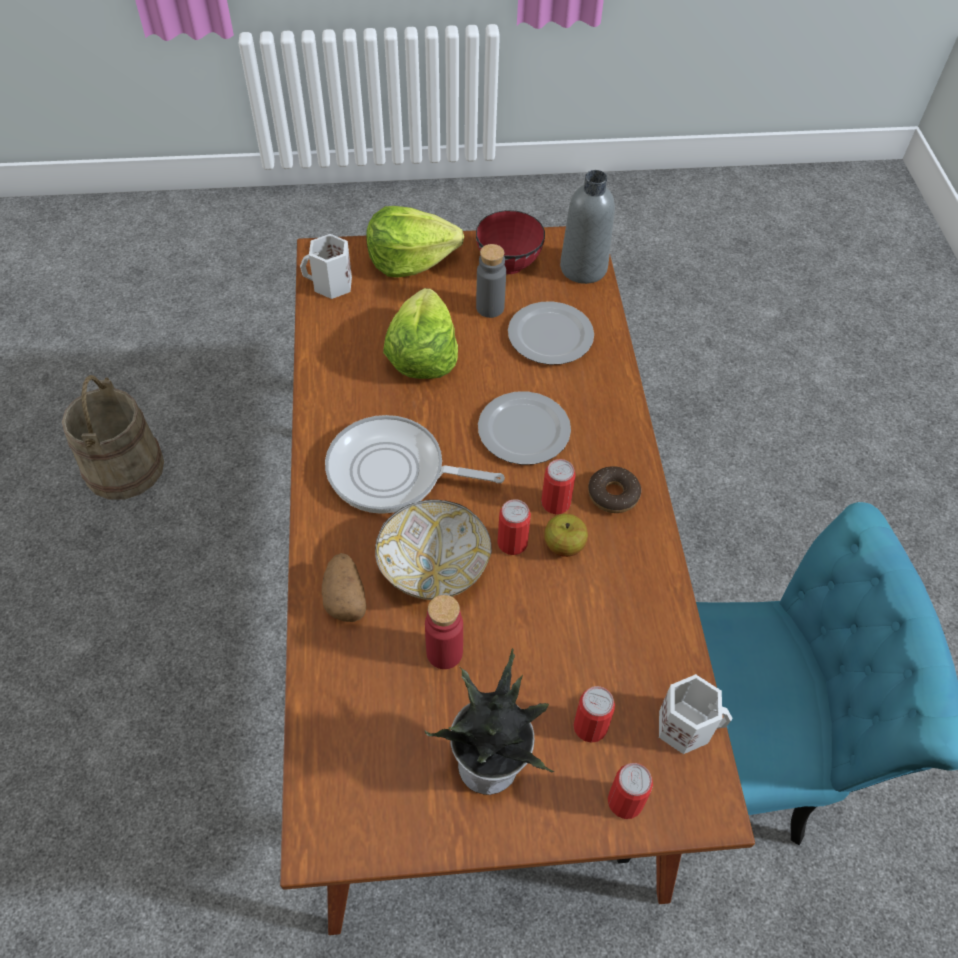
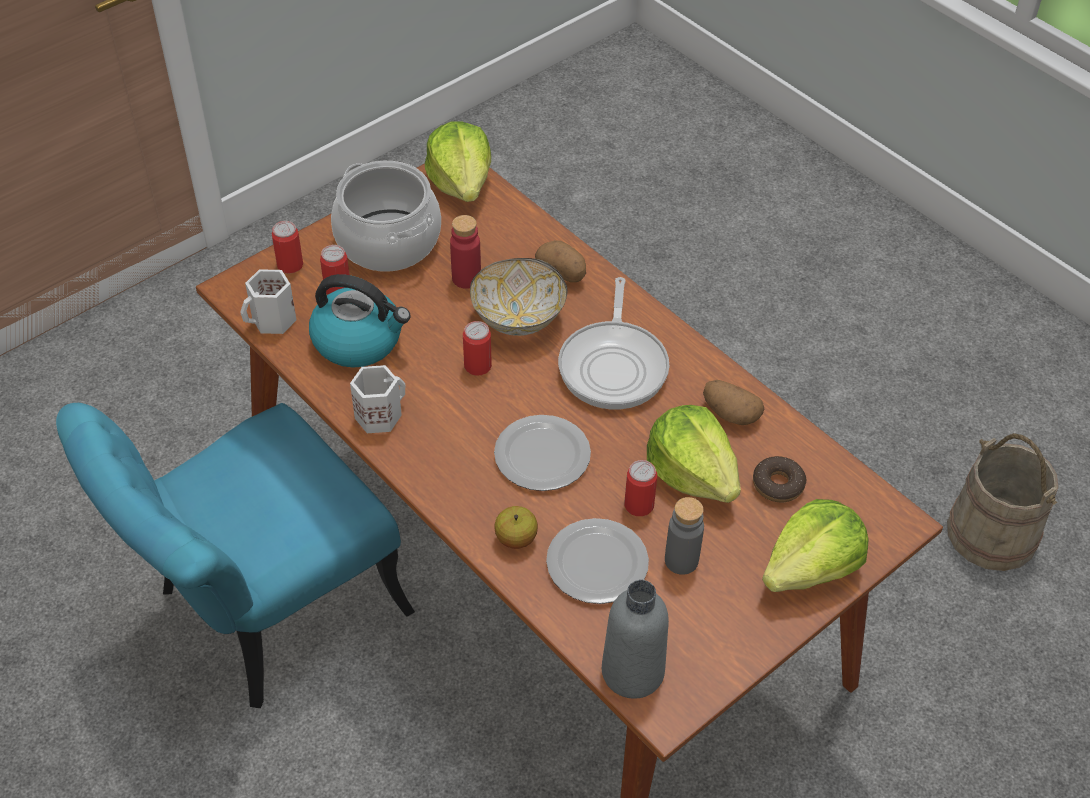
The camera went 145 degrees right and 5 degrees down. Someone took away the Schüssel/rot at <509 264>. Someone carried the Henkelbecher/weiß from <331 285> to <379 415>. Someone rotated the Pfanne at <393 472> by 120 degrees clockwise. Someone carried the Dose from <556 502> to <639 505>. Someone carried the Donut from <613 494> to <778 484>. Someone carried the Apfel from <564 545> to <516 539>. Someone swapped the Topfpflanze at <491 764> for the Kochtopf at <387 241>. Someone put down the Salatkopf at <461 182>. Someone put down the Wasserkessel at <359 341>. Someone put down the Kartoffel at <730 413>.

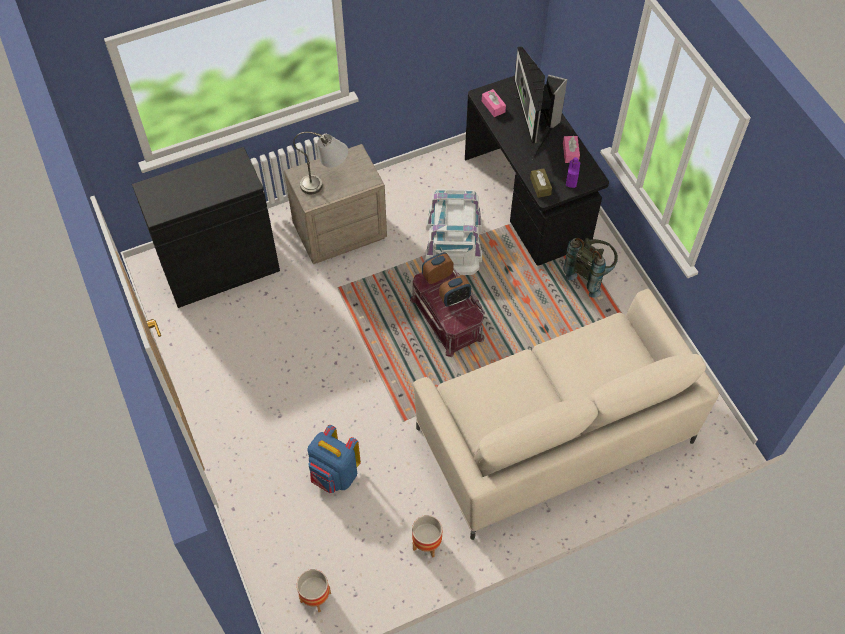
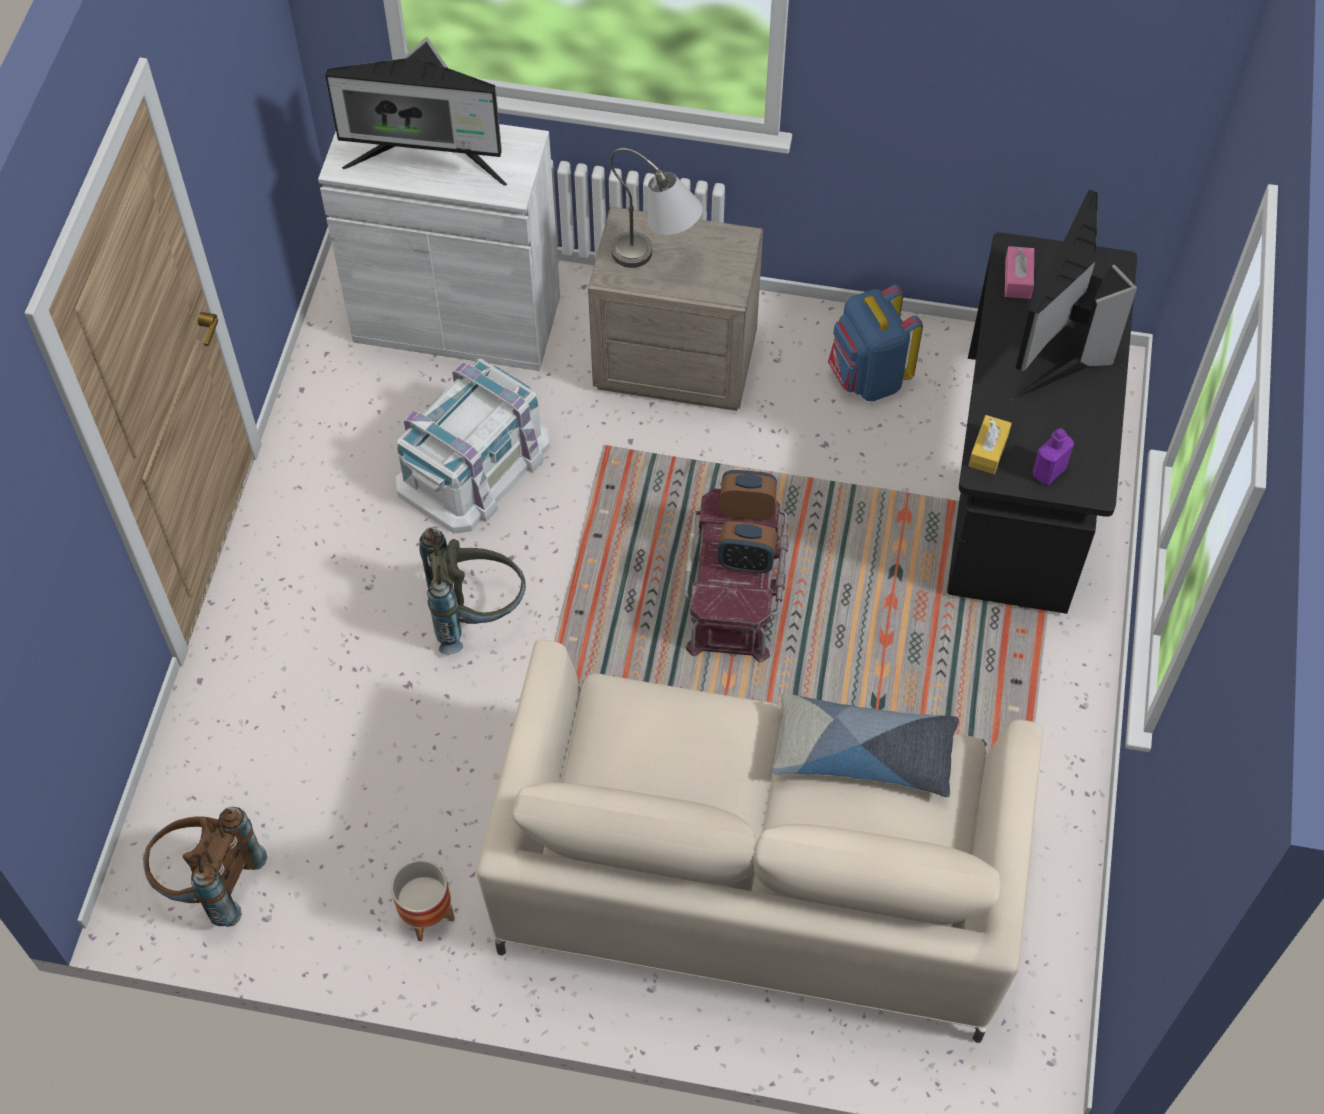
The camera went 35 degrees right and 0 degrees up. Someone took away the Taschentuchbox/rosa at <570 153>. Someone repainted the Schrank/schwarz at <221 269>, which became the Schrank/weiß at <457 319>. Someone repainted the Taschentuchbox/braun at <540 186>, which became the Taschentuchbox/gelb at <988 451>. Someone carried the Aufbewahrungsbox/weiß from <453 242> to <473 464>. Someone carried the Rucksack/grau from <590 274> to <476 614>. Someone carried the Rucksack/blau from <334 475> to <867 378>. Someone swapped the Pflanzkübel at <316 597> for the Rucksack/braun at <209 884>. Someone put down the Monitor at <429 160>. Someone put down the Kissen at <863 754>.

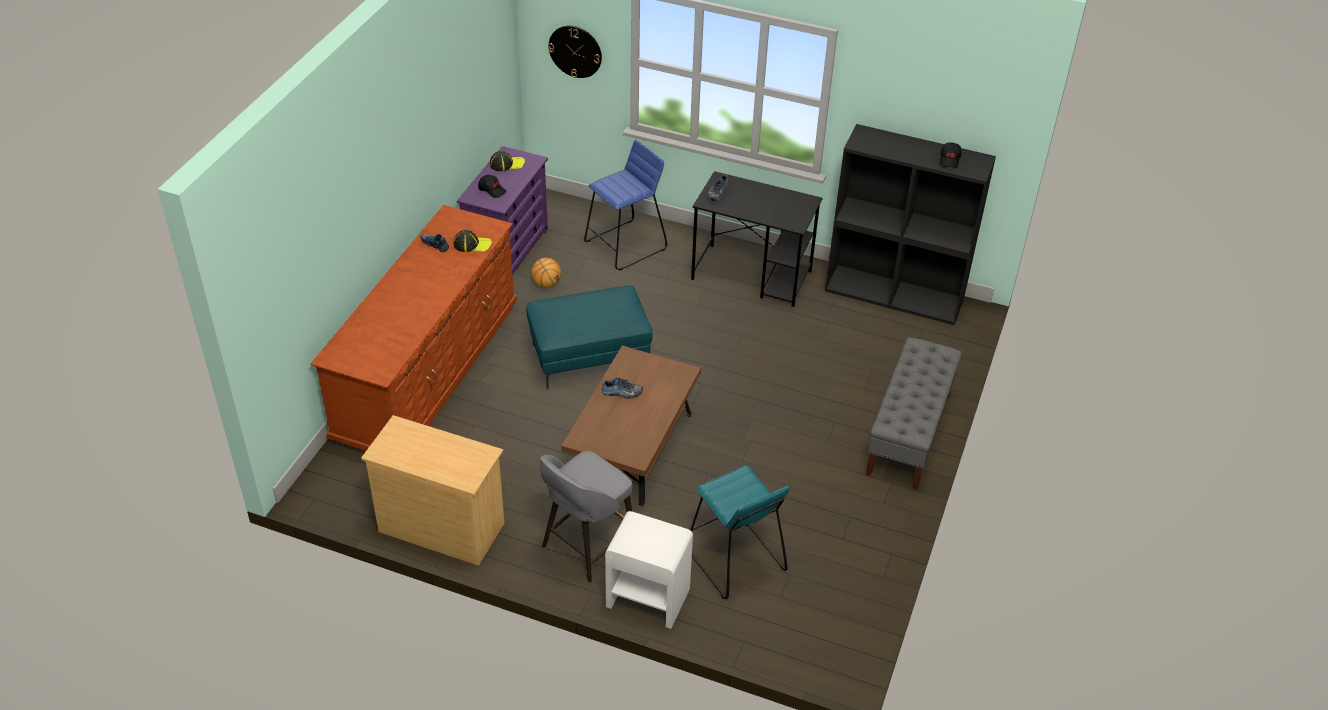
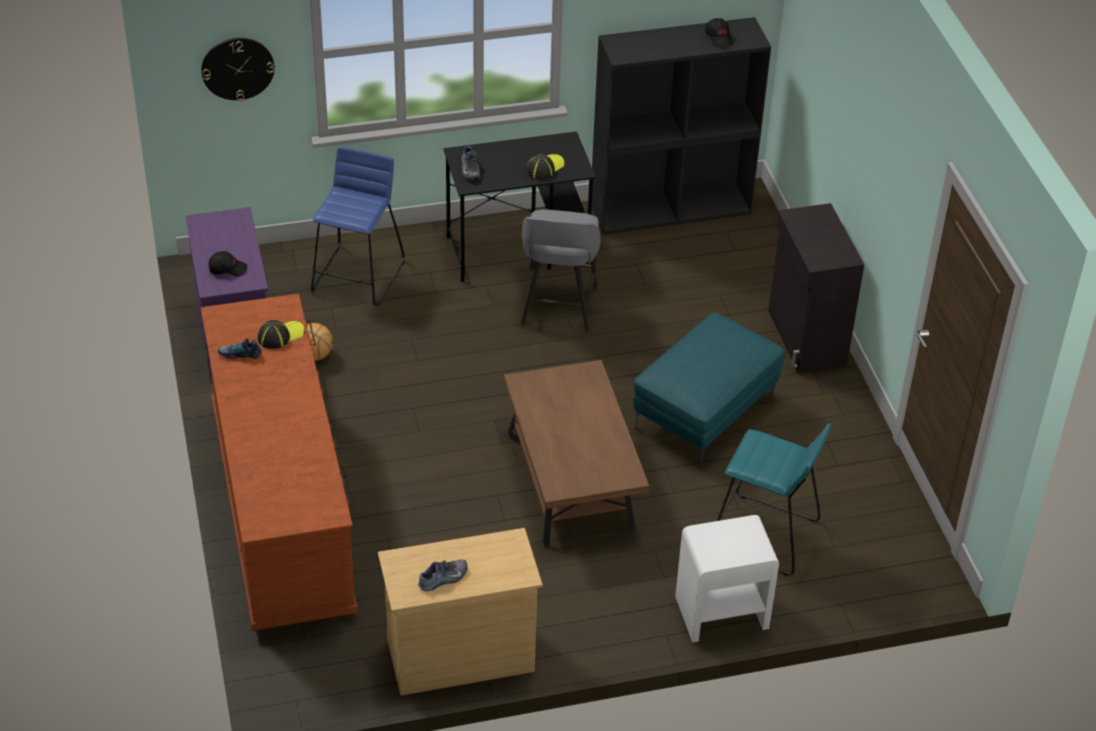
The camera went 35 degrees left and 0 degrees up. Someone carried the Kappe from <506 164> to <544 168>. Someone carried the Polsterhocker/türkis from <589 358> to <705 414>. Someone swapped the Bank/grau at <909 434> for the Schrank/schwarz at <805 338>. Someone carried the Schuh from <622 393> to <444 579>. Someone carried the Hocker/grau from <587 546> to <558 308>.

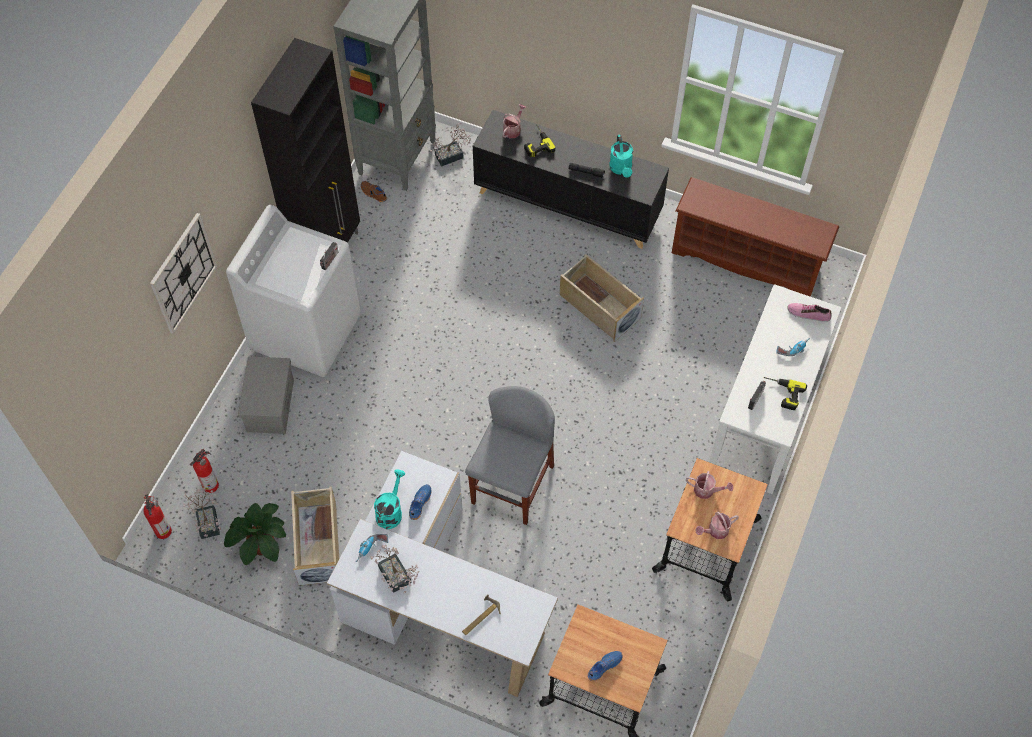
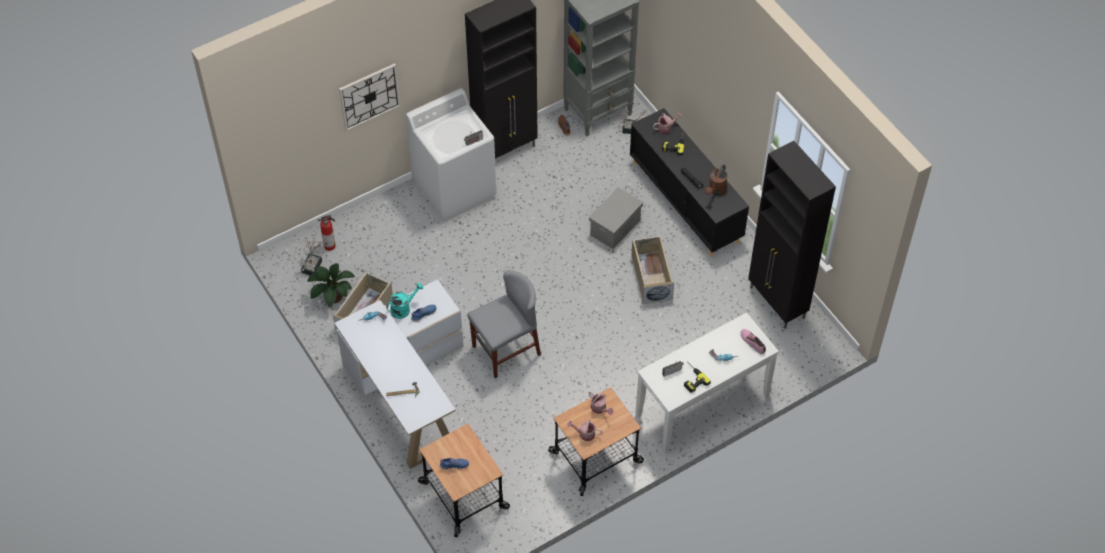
The camera went 35 degrees right and 5 degrees down. Someone repainted the Gießkanne/türkis at <621 169>, which became the Gießkanne/braun at <716 190>. Someone swapped the Schuhregal/braun at <747 259> for the Schrank/schwarz at <777 303>. Someone carried the Aufbewahrungsbox/grau from <270 404> to <615 227>. Someone took away the Feuerlöscher at <163 530>. Someone took away the Topfpflanze at <396 579>.

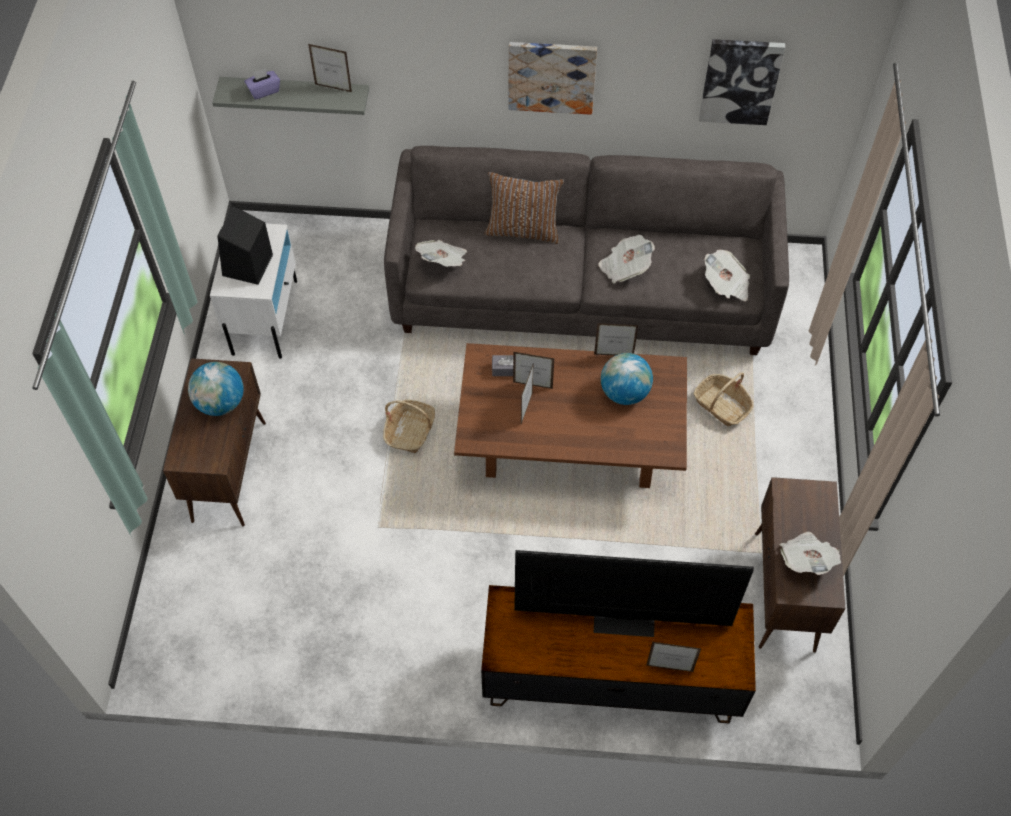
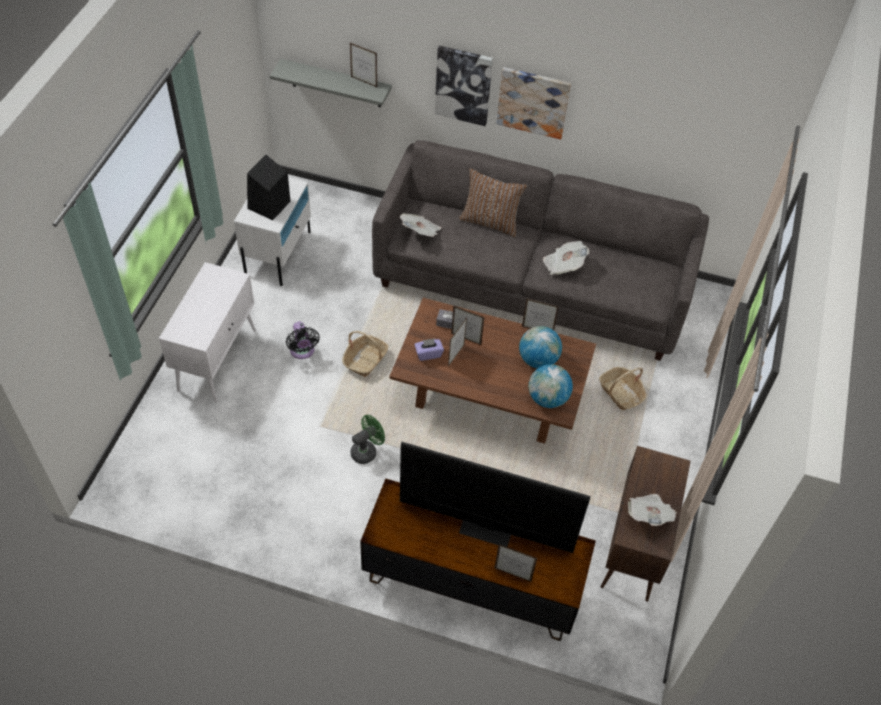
The camera went 10 degrees right and 5 degrees down. Someone carried the Bild from <740 81> to <463 85>. Someone carried the Taschentuchbox/lila from <264 91> to <428 354>. Someone took away the Zeitung at <726 285>. Someone repainted the Schrank/braun at <229 470>, which became the Schrank/weiß at <217 359>. Someone carried the Globus from <221 403> to <547 398>. Someone put down the Ventilator/schwarz at <302 351>. Someone put down the Ventilator/grün at <367 451>.

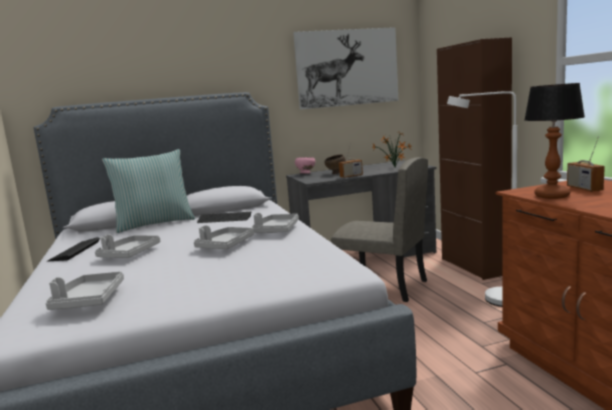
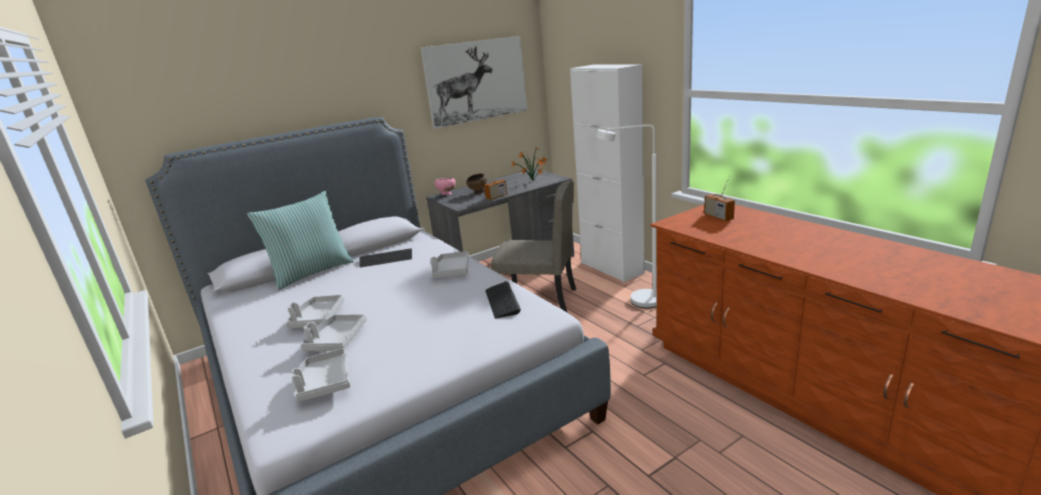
The camera went 15 degrees left and 10 degrees up. Someone repainted the Schrank/braun at <474 266>, which became the Schrank/weiß at <612 268>. Someone took away the Tischlampe at <552 196>. Someone carried the Tablett/grau from <225 245> to <336 340>. Someone carried the Tastatur from <74 251> to <502 301>.

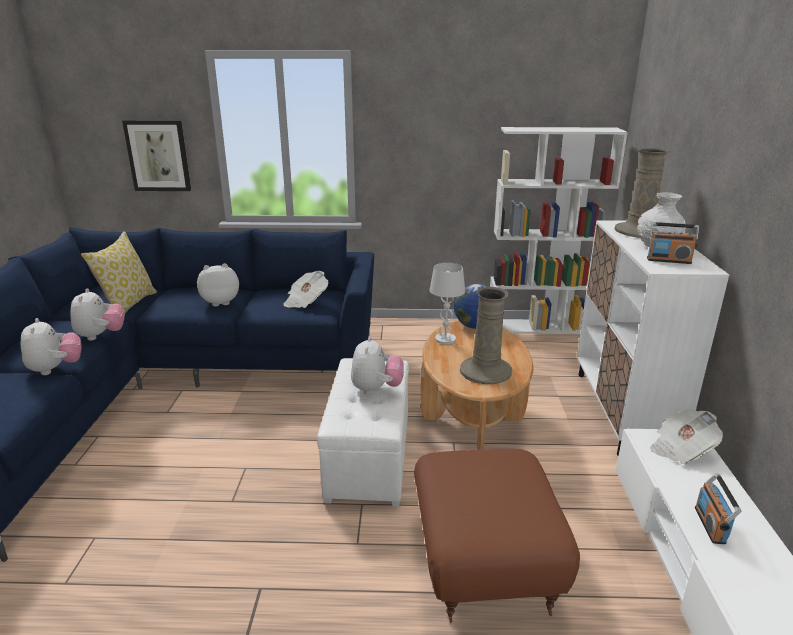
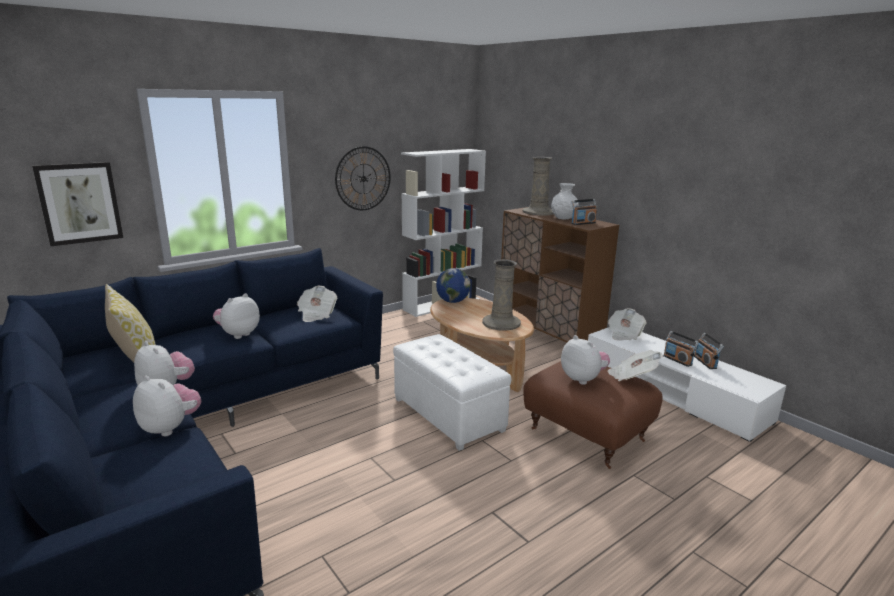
The camera went 40 degrees left and 5 degrees down. Someone repainted the Schrank/weiß at <623 412>, which became the Schrank/braun at <548 336>. Someone took away the Tischlampe/weiß at <445 339>. Someone carried the Plüschtier from <376 389> to <583 379>. Someone put up the Wanduhr at <363 178>. Someone put down the Radio at <705 362>. Someone put down the Zeitung at <632 377>.

